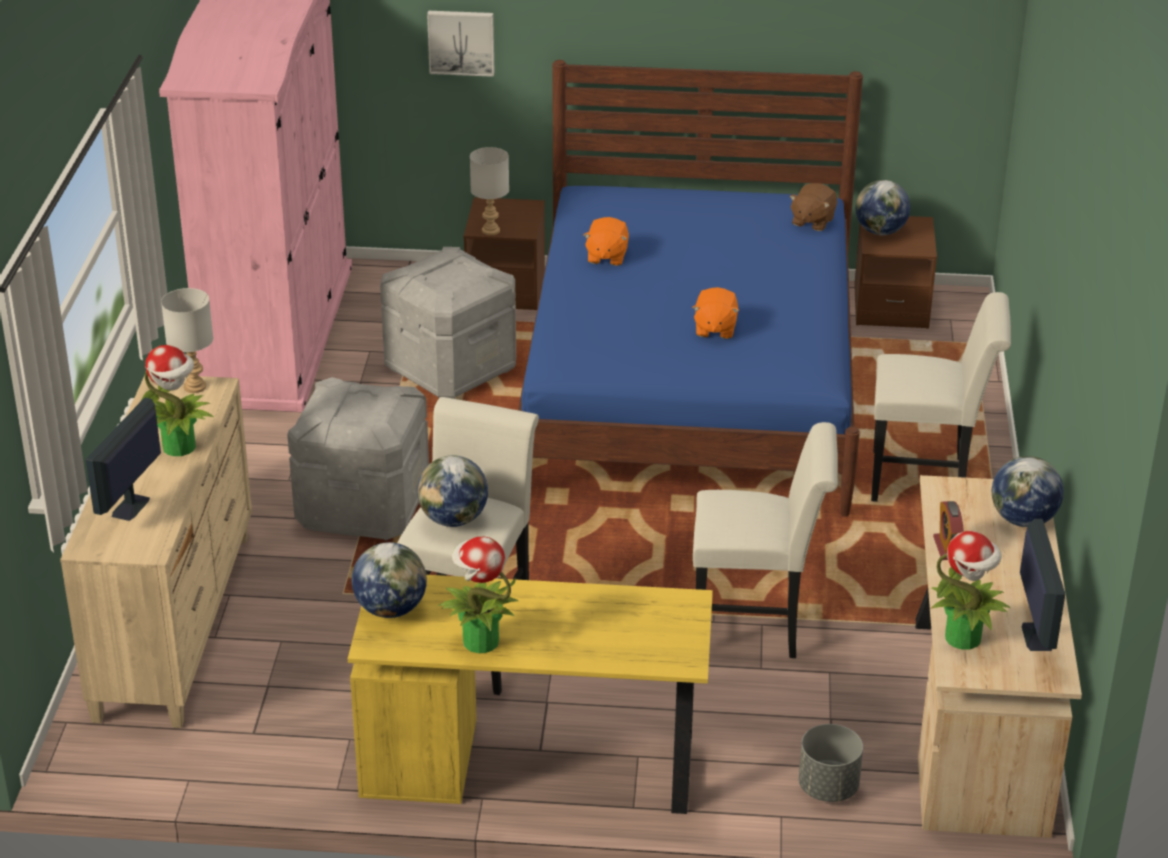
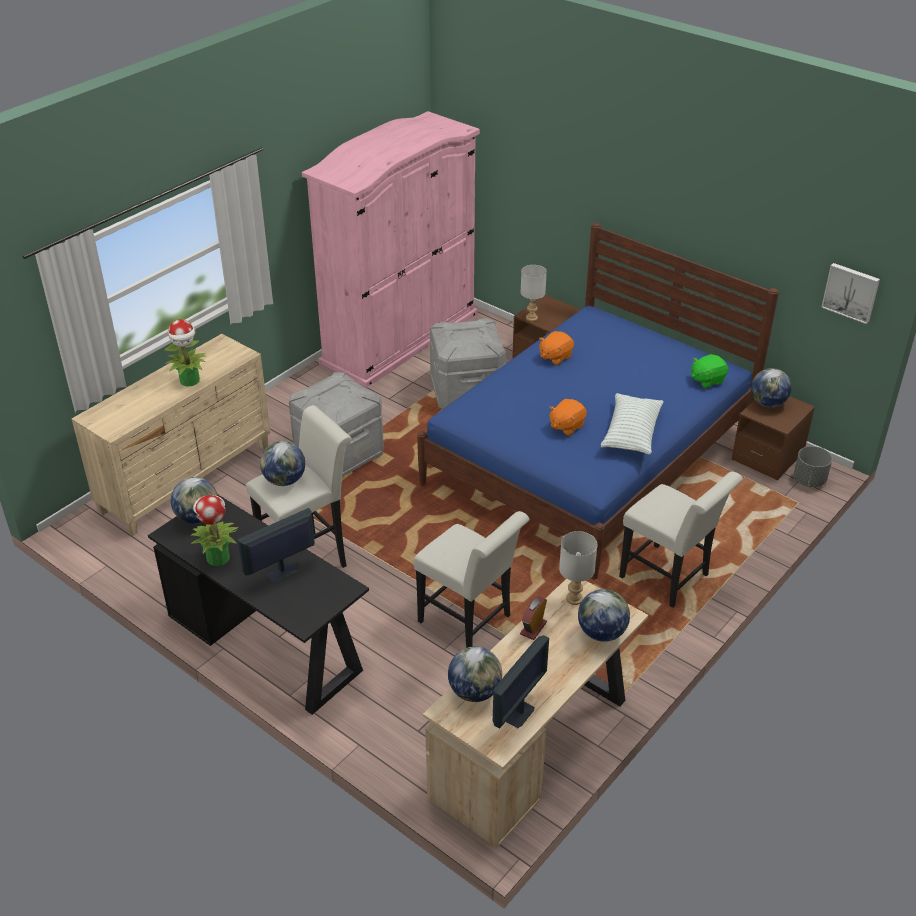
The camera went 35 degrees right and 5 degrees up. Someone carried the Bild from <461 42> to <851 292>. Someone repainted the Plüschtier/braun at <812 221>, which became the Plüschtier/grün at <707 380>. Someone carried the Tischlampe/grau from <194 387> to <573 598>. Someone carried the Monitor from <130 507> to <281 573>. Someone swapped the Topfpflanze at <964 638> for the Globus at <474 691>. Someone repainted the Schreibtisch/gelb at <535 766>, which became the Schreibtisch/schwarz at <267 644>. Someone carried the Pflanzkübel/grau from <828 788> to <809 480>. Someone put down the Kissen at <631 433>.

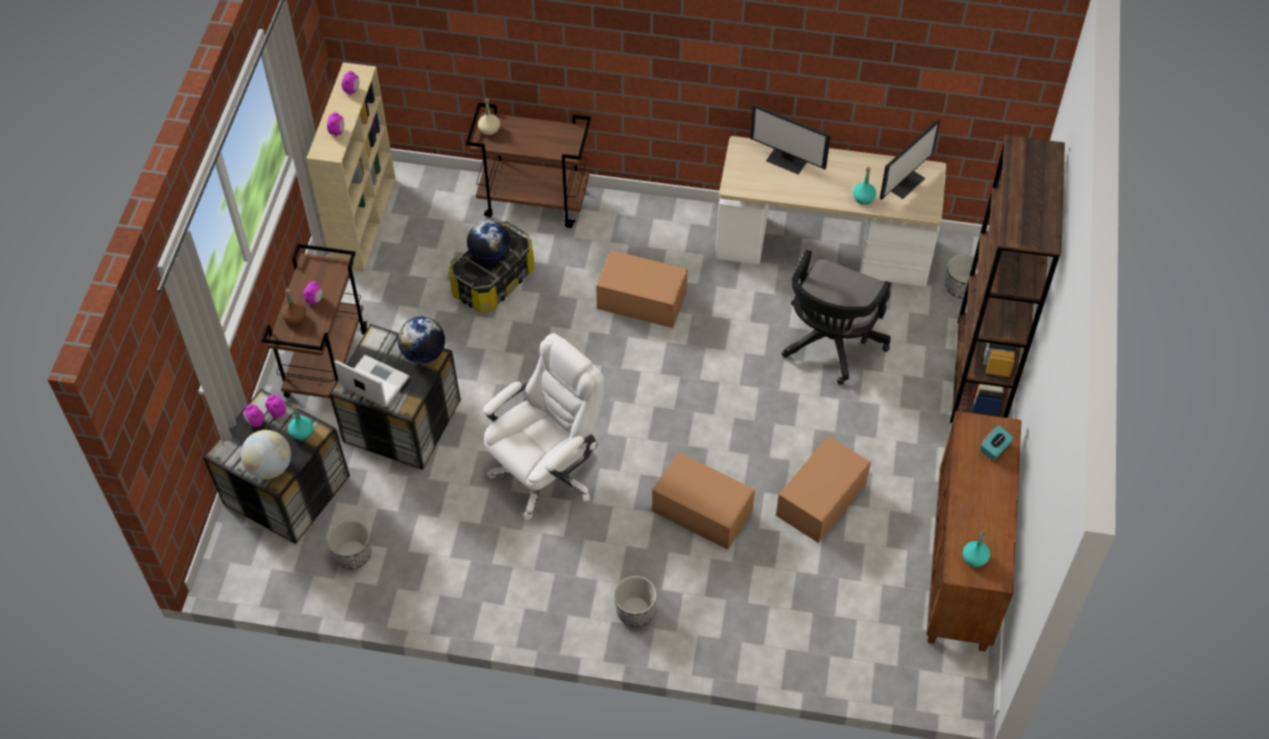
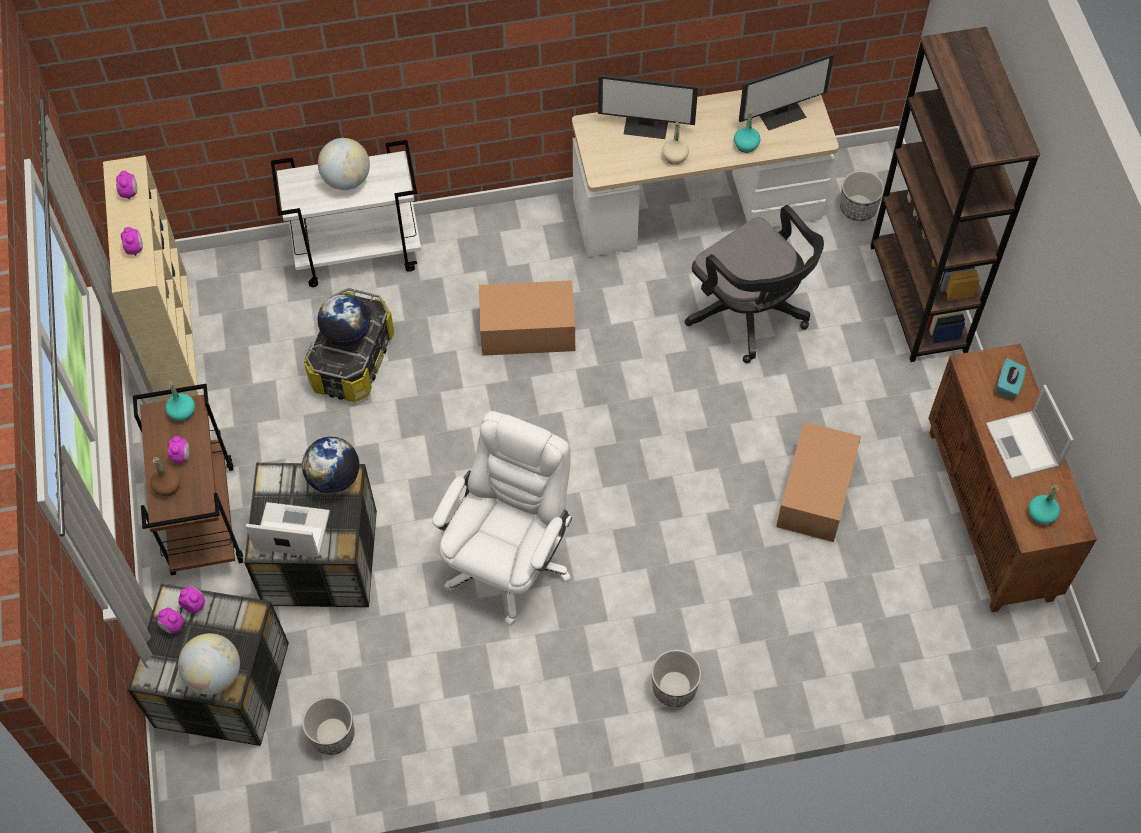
The camera went 20 degrees left and 5 degrees up. Someone carried the Flasche/beige from <489 129> to <675 156>. Someone repainted the Rollwagen/braun at <535 201>, which became the Rollwagen/weiß at <359 252>. Someone rotated the Monitor at <904 182> by 45 degrees clockwise. Someone rotated the Bürostuhl/schwarz at <830 344> by 45 degrees counterclockwise. Someone carried the Flasche/türkis from <302 432> to <182 412>. Someone took away the Karton at <702 511>. Someone put down the Globus at <346 180>. Someone put down the Laptop at <1023 446>.

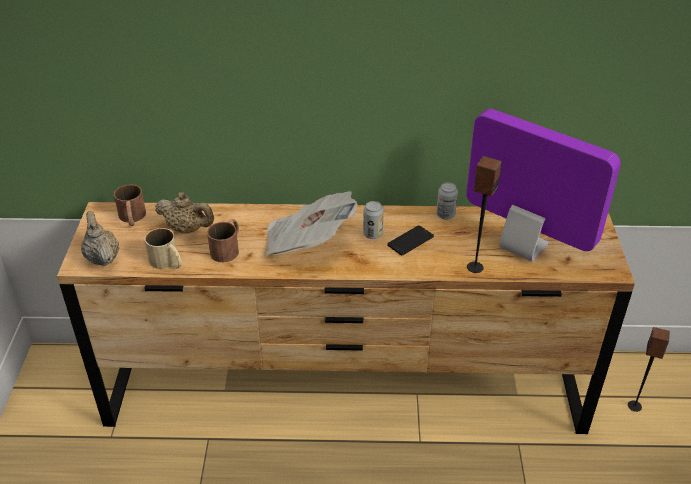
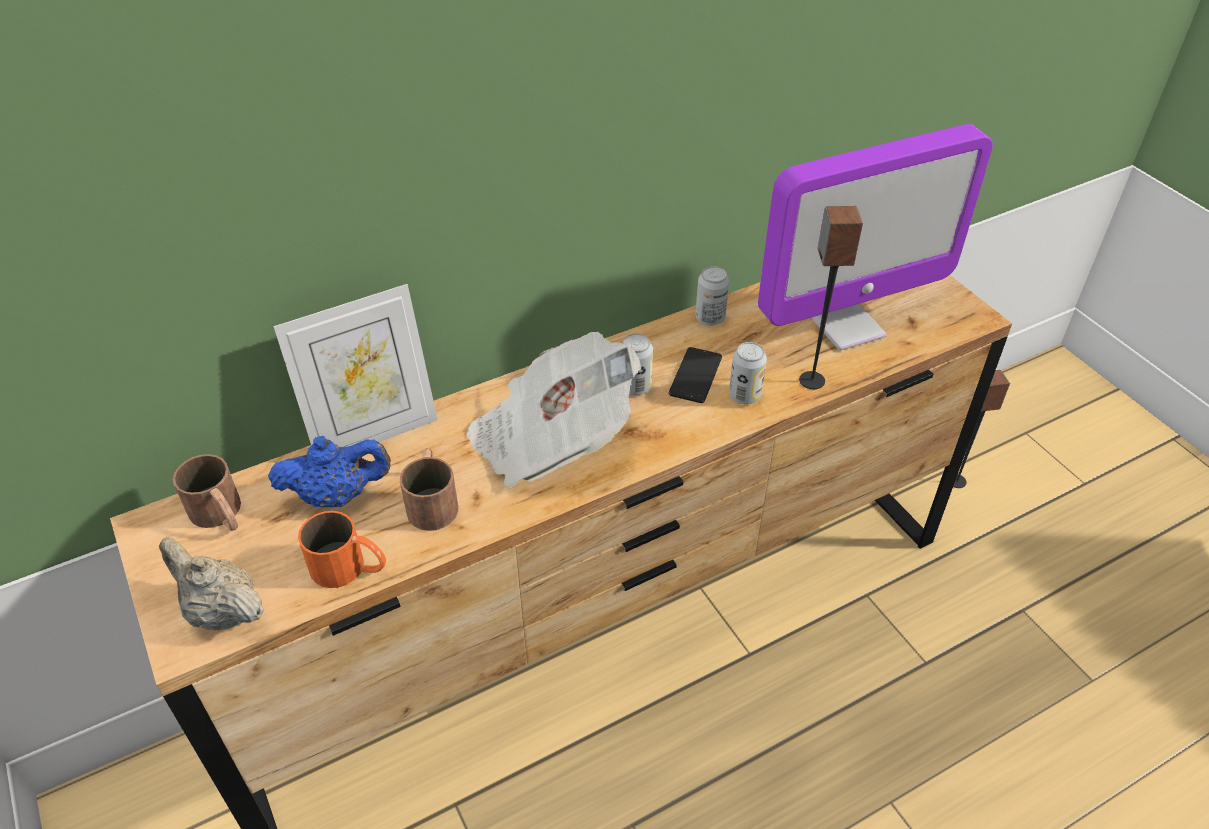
The camera went 30 degrees left and 5 degrees up. Someone rotated the Monitor at <523 247> by 150 degrees clockwise. Someone repainted the Teekanne/beige at <187 229>, which became the Teekanne/blau at <337 495>. Someone repainted the Henkelbecher/beige at <168 262>, which became the Henkelbecher/orange at <350 568>. Someone put down the Bilderrahmen at <374 433>. Someone put down the Dose at <744 395>.

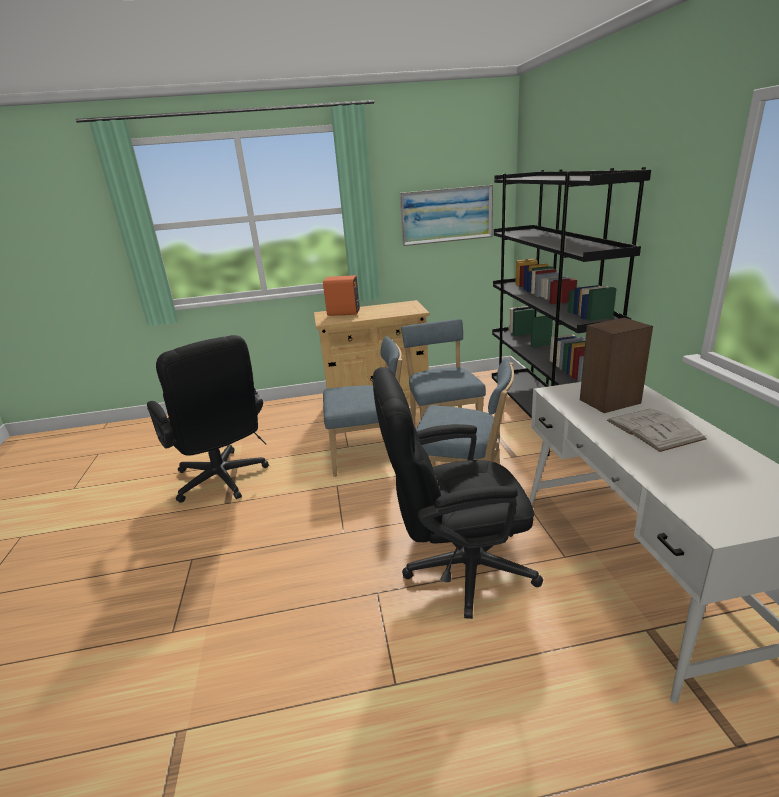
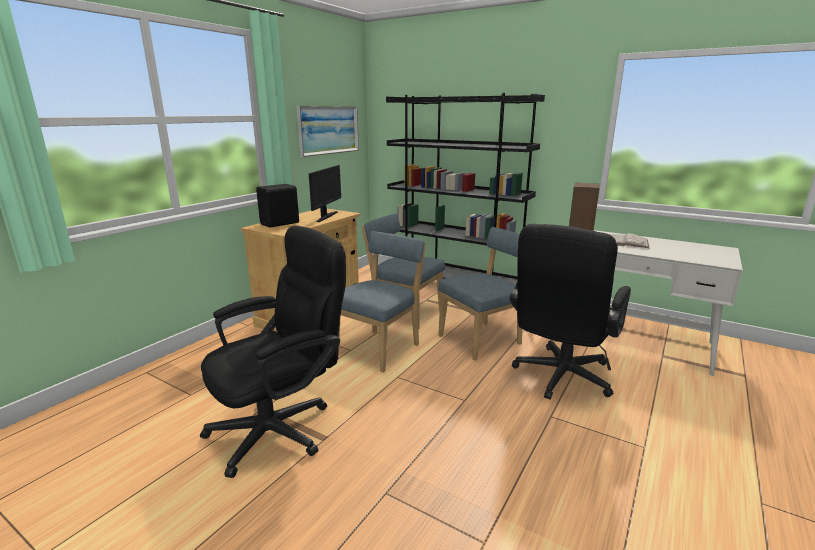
The camera went 50 degrees left and 5 degrees down. Someone repainted the Lautsprecher/orange at <344 313>, which became the Lautsprecher/schwarz at <281 224>. Someone rotated the Bürostuhl/schwarz at <223 481> by 45 degrees counterclockwise. Someone put down the Monitor at <326 216>.

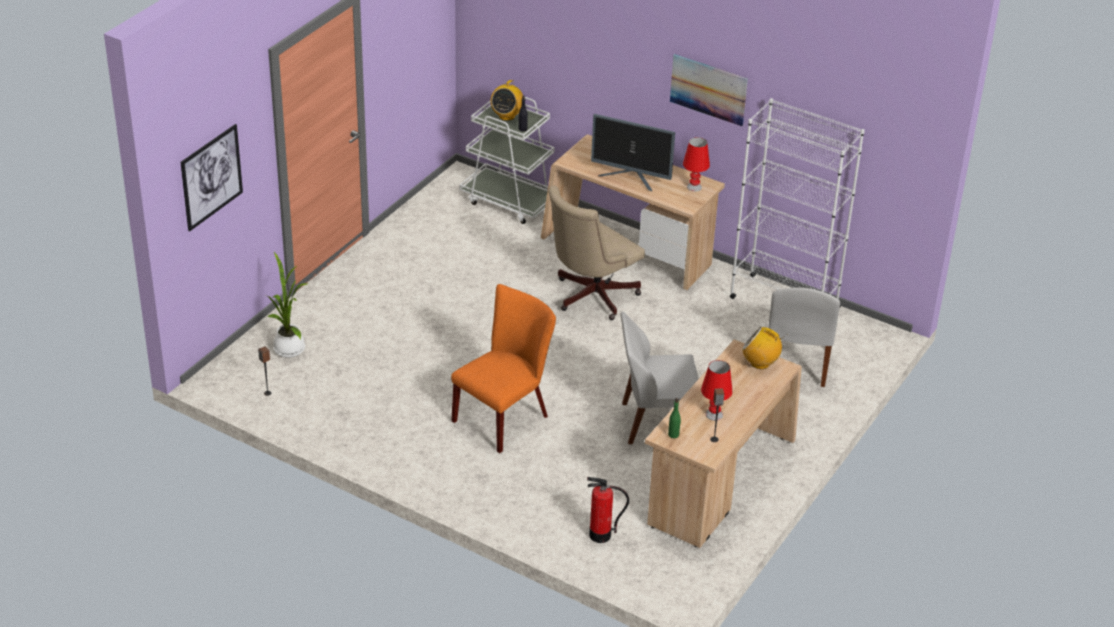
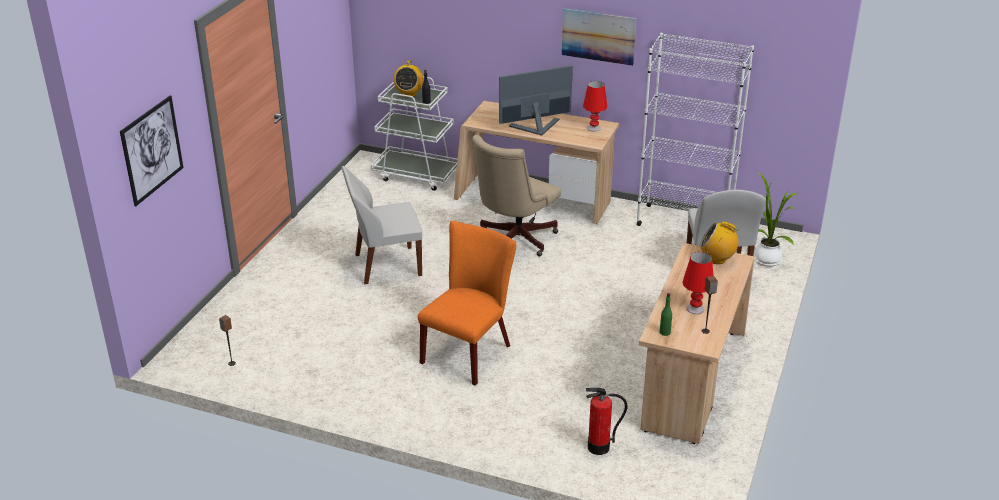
The camera went 10 degrees left and 5 degrees down. Someone rotated the Monitor at <631 178> by 150 degrees clockwise. Someone carried the Topfpflanze from <289 347> to <766 258>. Someone carried the Stuhl/weiß from <655 422> to <385 265>.

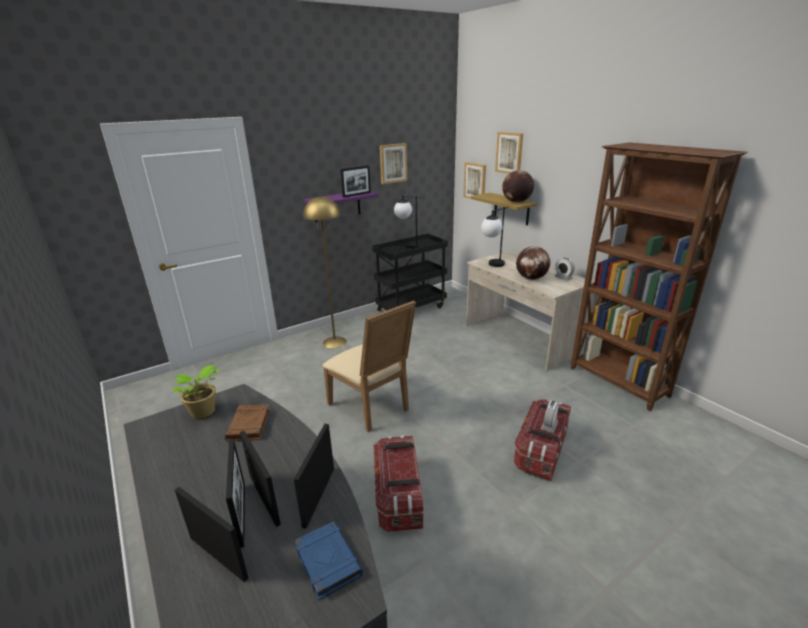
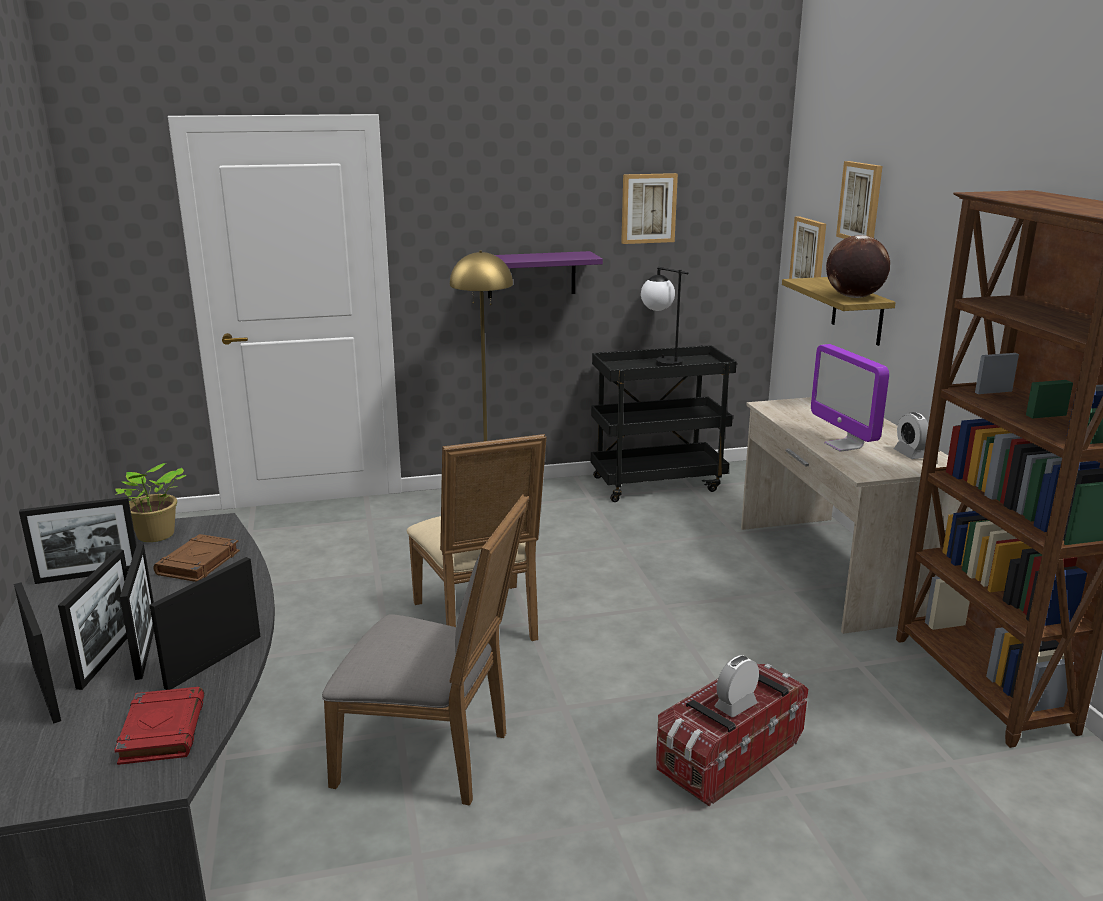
The camera went 20 degrees right and 5 degrees down. Someone carried the Bilderrahmen from <356 194> to <88 575>. Someone took away the Tischlampe at <492 265>. Someone swapped the Globus at <531 278> for the Monitor at <843 445>. Someone swapped the Aufbewahrungsbox at <398 496> for the Stuhl/grau at <433 757>. Someone repainted the Buch/blau at <327 561>, which became the Buch/rot at <162 730>.

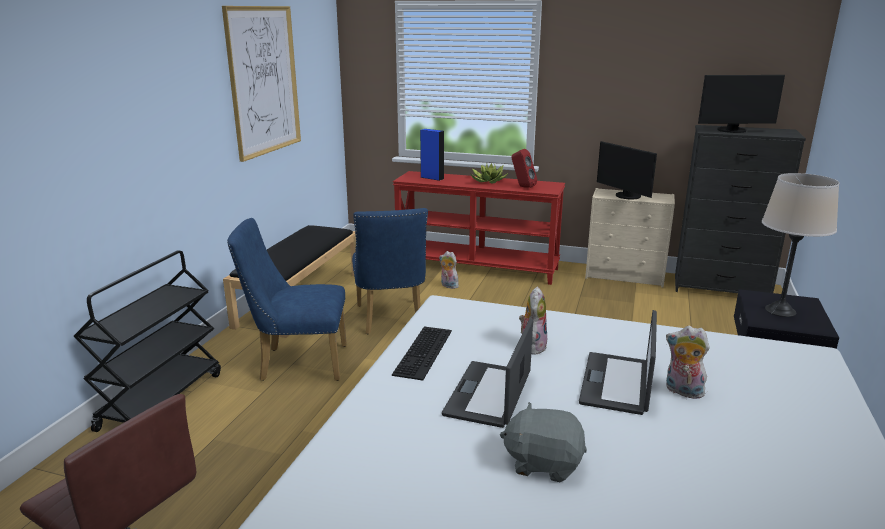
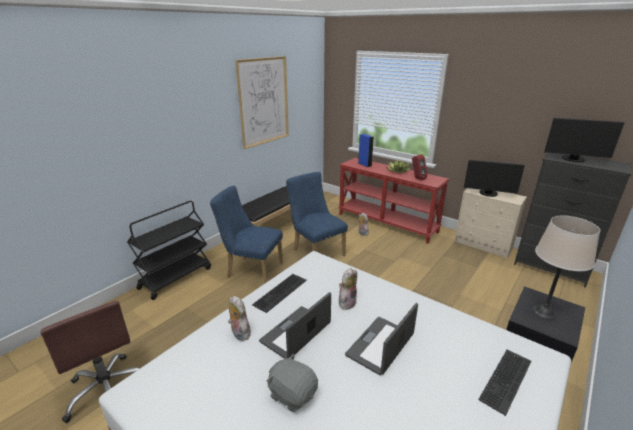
The camera went 20 degrees right and 5 degrees up. Someone rotated the Monitor at <626 196> by 60 degrees counterclockwise. Someone rotated the Stuhl/blau at <390 320> by 135 degrees clockwise. Someone carried the Plüschtier from <682 391> to <239 333>. Someone put down the Tastatur at <507 381>.

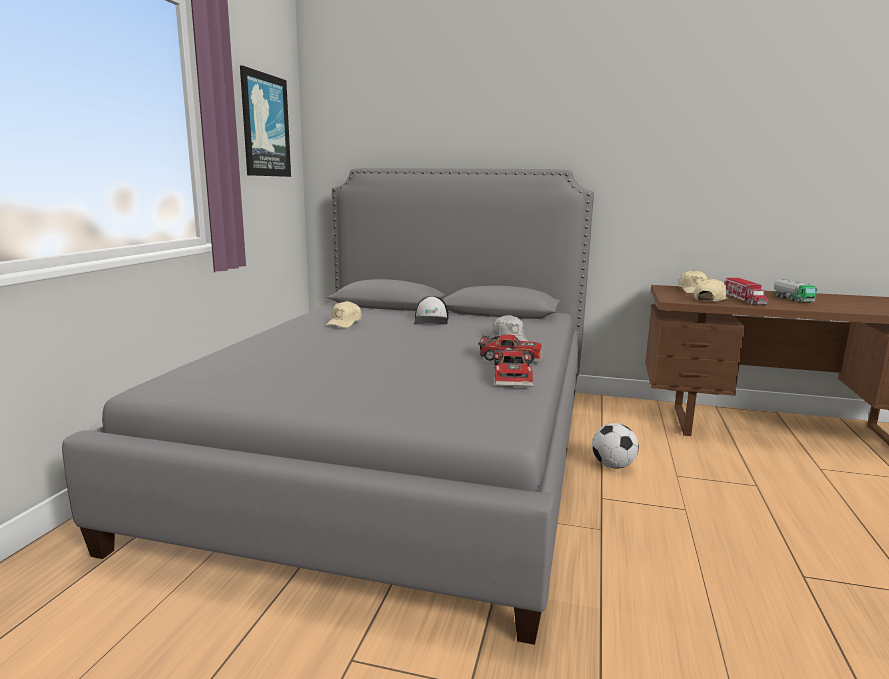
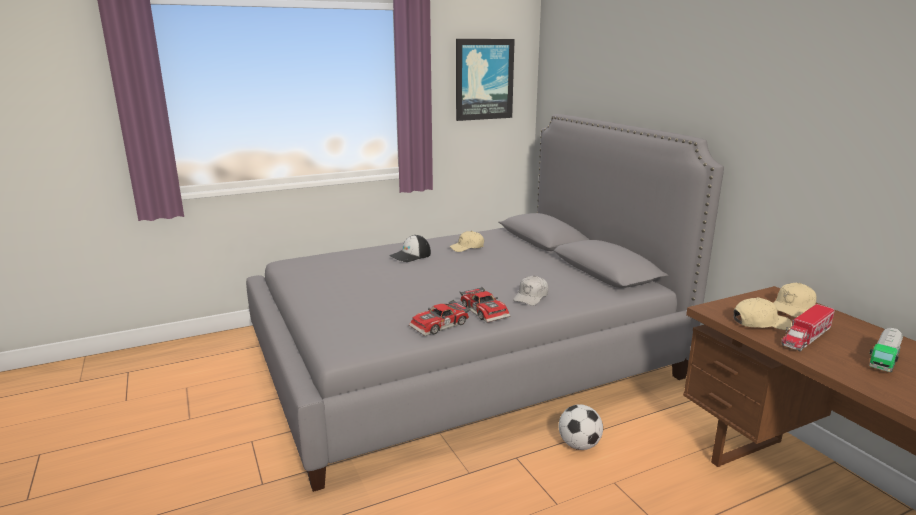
The camera went 50 degrees right and 5 degrees up. Someone carried the Kappe from <431 320> to <410 255>.

